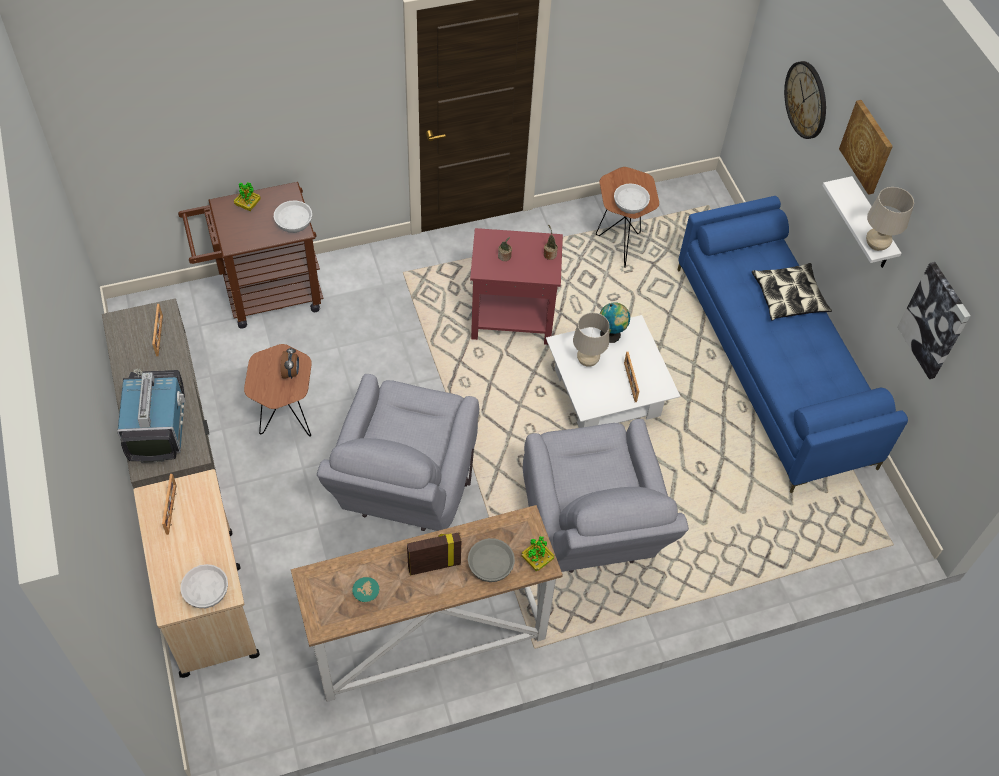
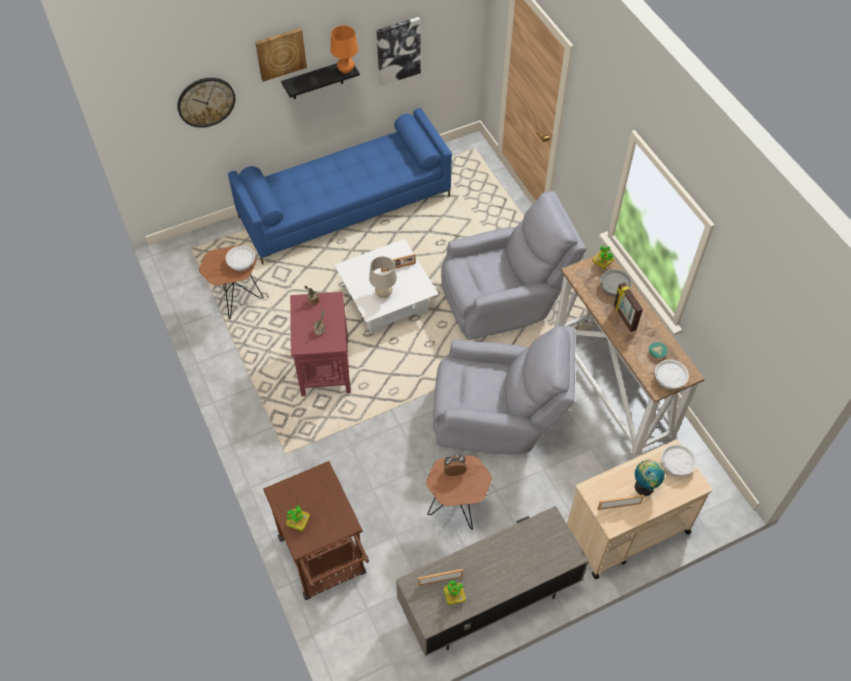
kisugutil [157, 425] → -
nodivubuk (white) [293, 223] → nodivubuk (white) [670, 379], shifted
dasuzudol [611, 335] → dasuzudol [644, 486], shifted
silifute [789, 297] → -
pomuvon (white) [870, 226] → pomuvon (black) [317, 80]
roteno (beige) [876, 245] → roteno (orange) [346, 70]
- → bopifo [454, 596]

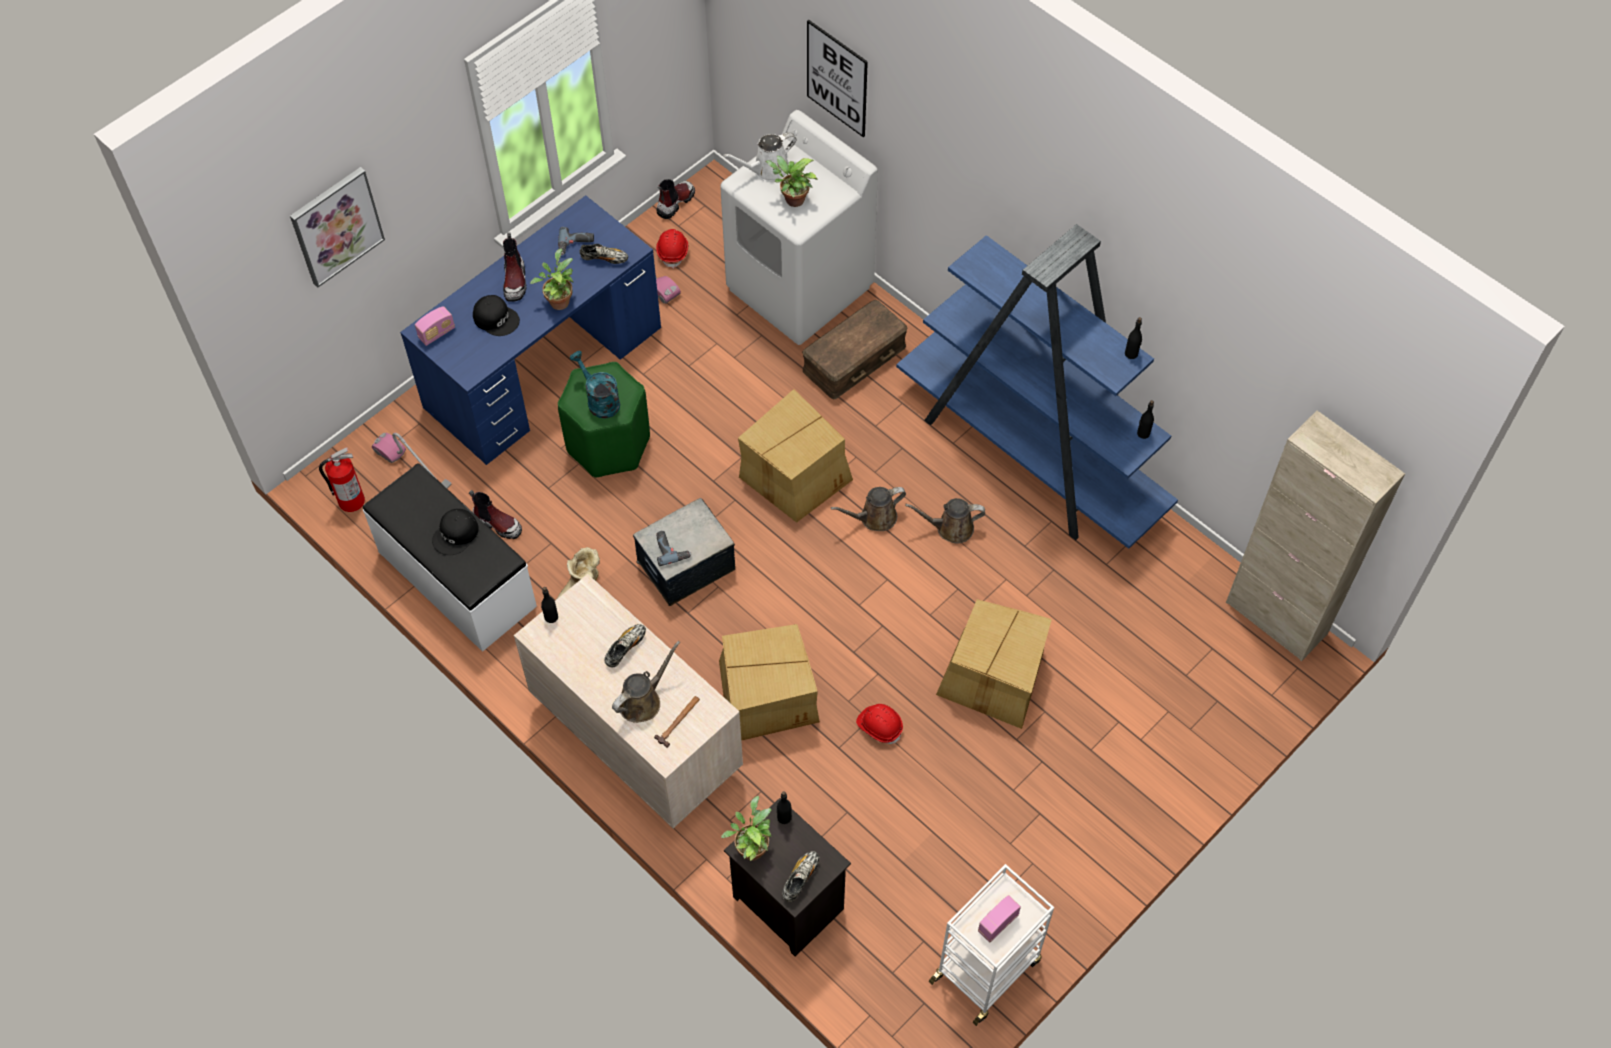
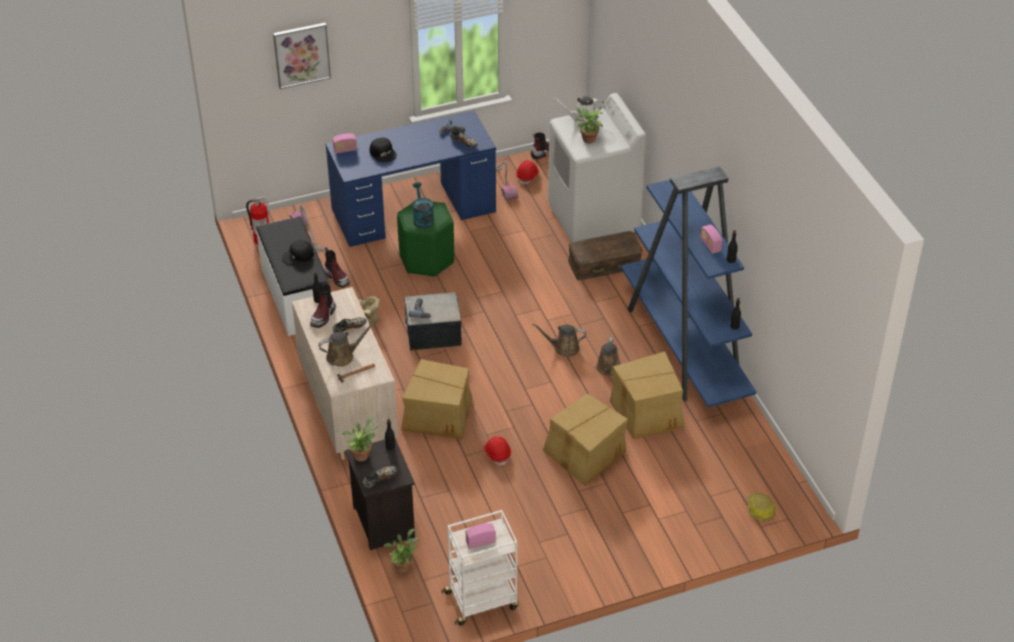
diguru [515, 281] → diguru [323, 316], shifted
bopifo [559, 300] → bopifo [402, 565], shifted
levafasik [795, 474] → levafasik [648, 411], shifted
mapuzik [837, 78] → -
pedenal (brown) [951, 528] → pedenal (brown) [608, 369], 105 degrees counterclockwise
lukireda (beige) [1276, 618] → -
- → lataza [710, 245]
- → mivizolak [760, 509]

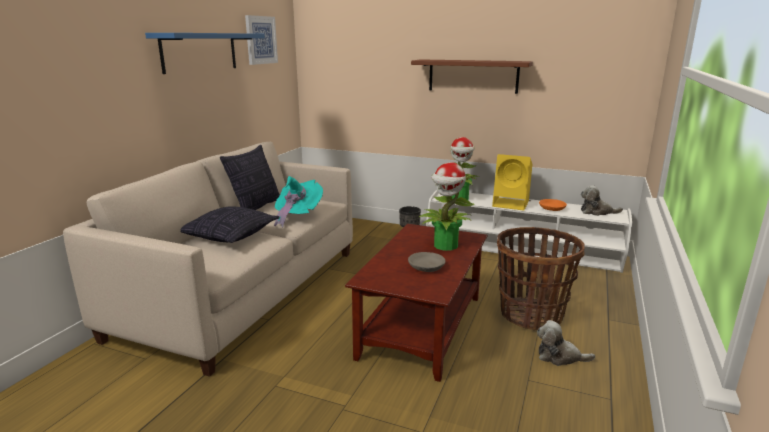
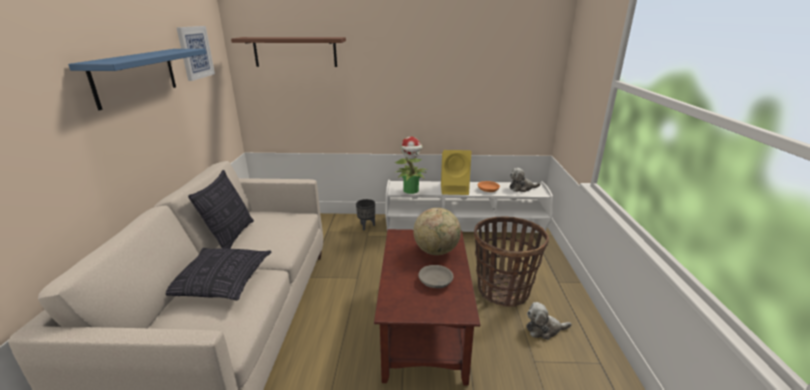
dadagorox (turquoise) [297, 216] → -
pomuvon (brown) [473, 76] → pomuvon (brown) [295, 52], shifted
bopifo [445, 246] → dasuzudol [436, 251]

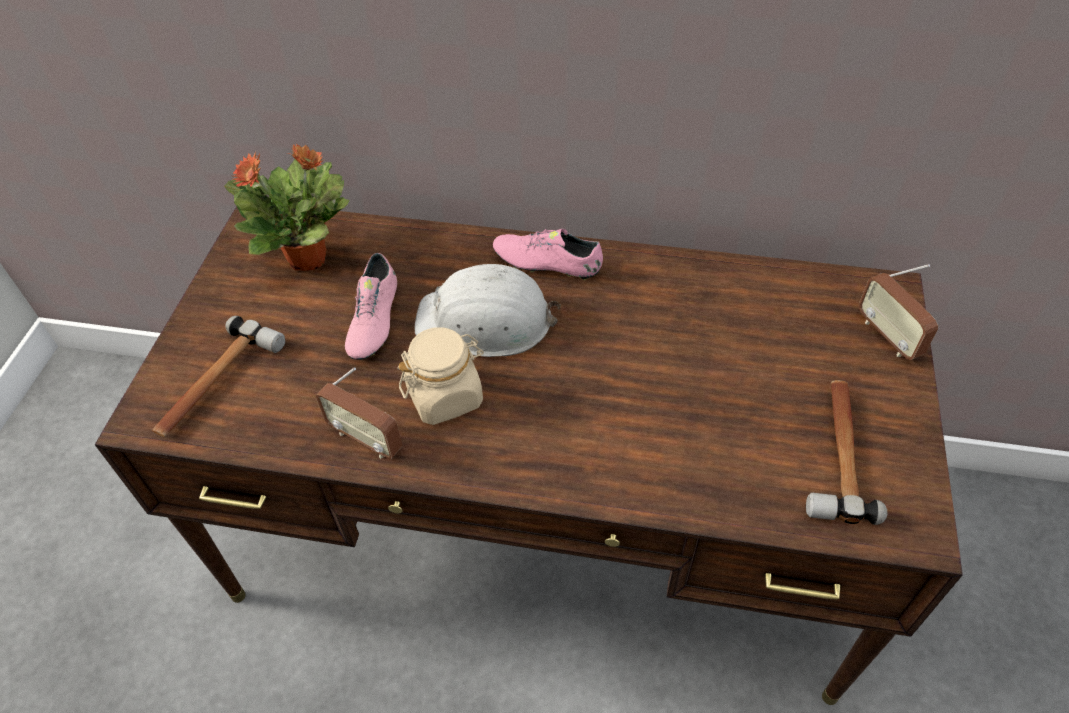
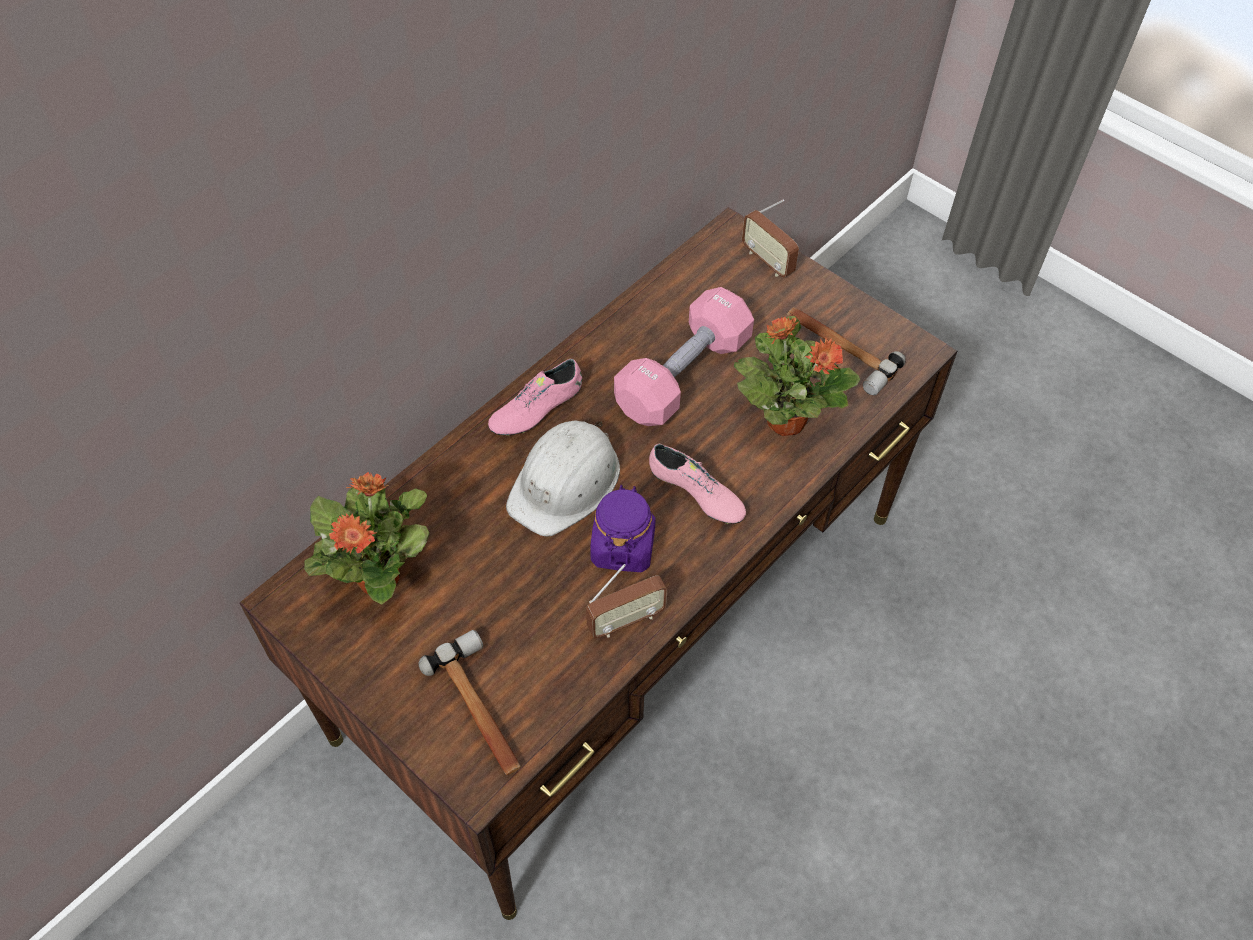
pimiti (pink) [374, 321] → pimiti (pink) [696, 494], shifted
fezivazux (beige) [445, 396] → fezivazux (purple) [623, 547]
lataza [888, 336] → lataza [767, 261], 45 degrees clockwise
- → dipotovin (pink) [683, 375]
- → bopifo [785, 420]

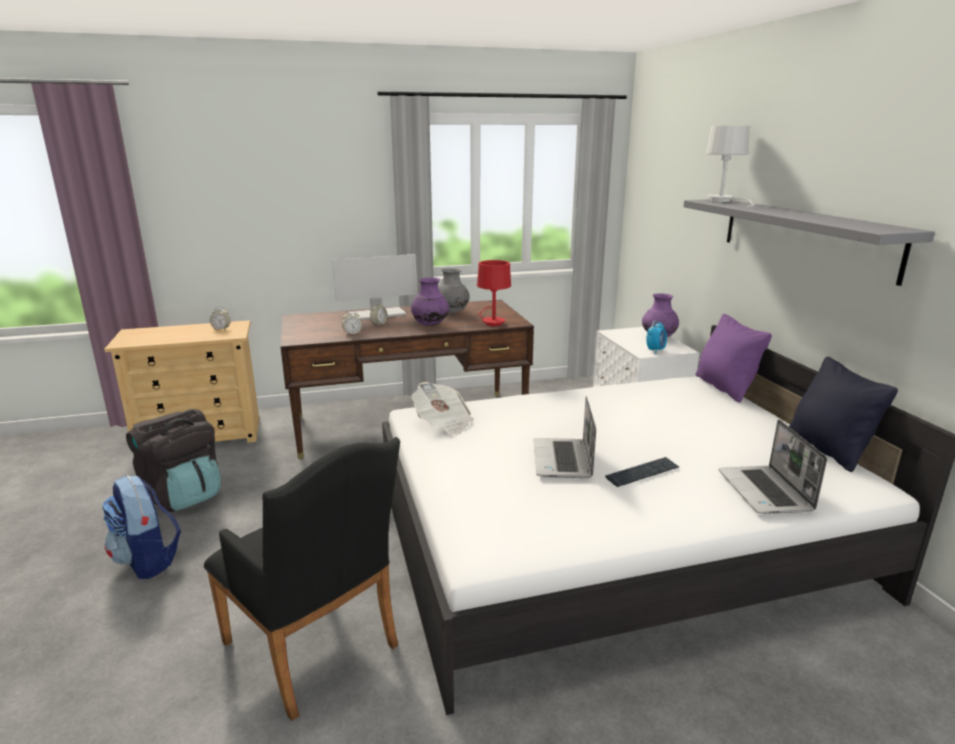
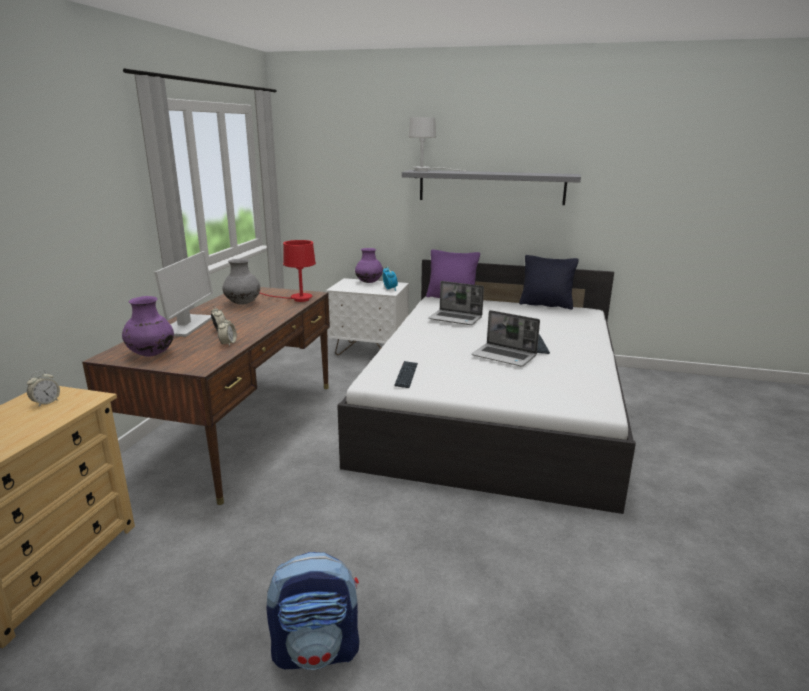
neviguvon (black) [183, 495] → -
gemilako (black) [316, 650] → -
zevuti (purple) [430, 324] → zevuti (purple) [151, 354], shifted
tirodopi [443, 423] → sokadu [406, 375]
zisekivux [766, 492] → zisekivux [456, 318], shifted

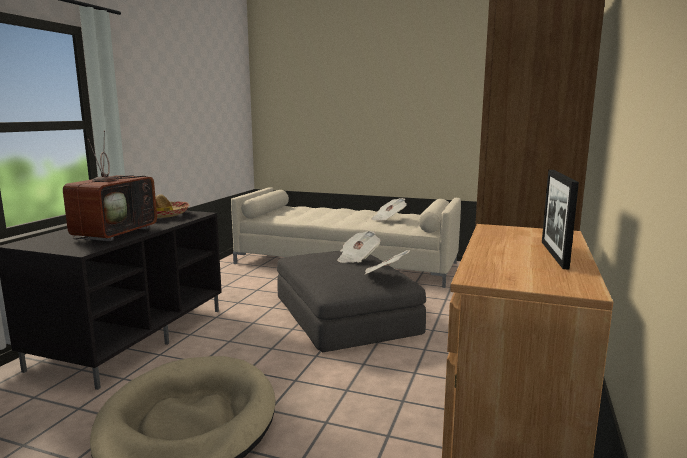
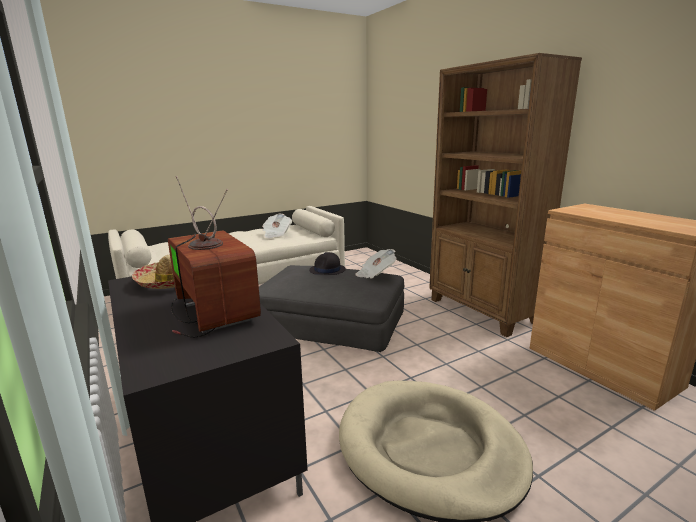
tirodopi [357, 258] → dadagorox (black) [327, 270]
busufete [554, 254] → -

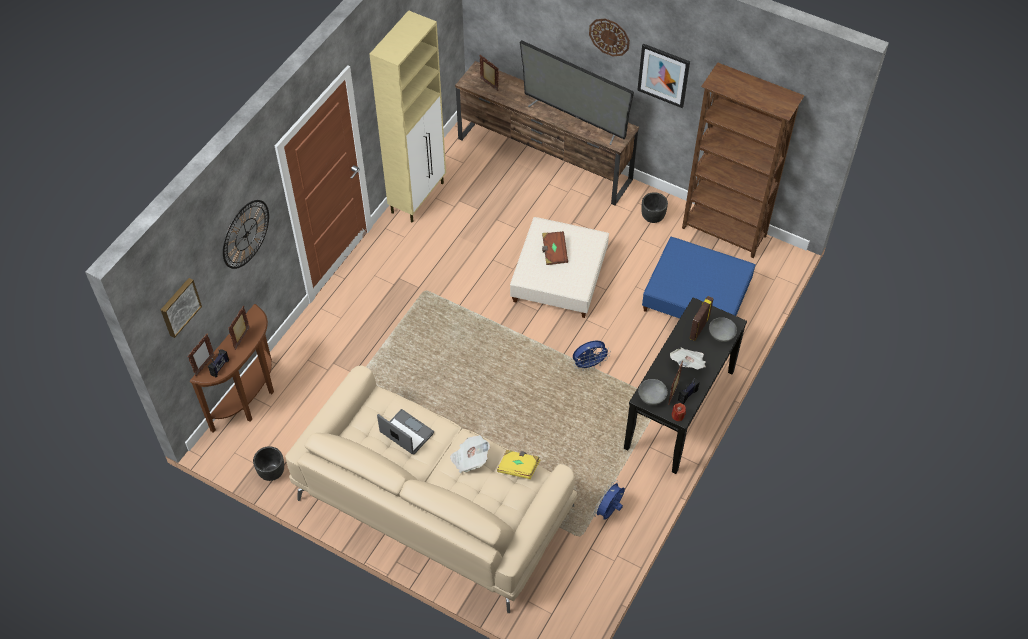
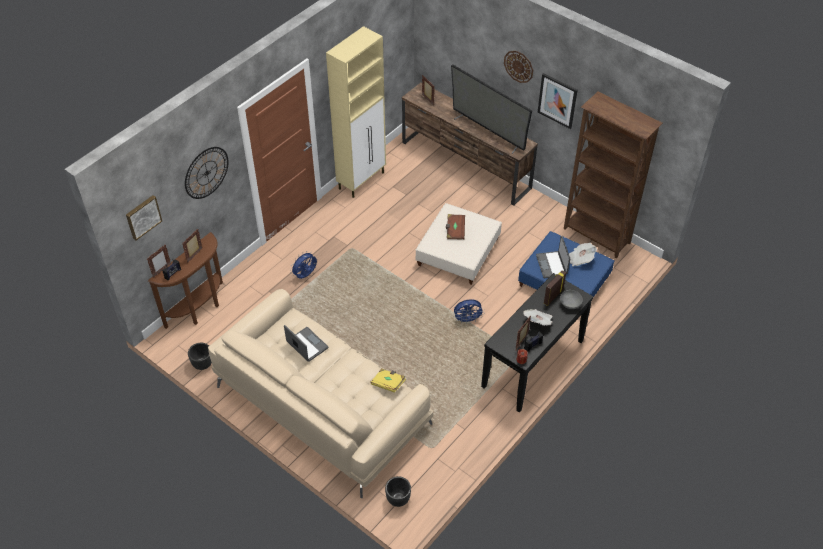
tirodopi [469, 459] → tirodopi [580, 259], shifted
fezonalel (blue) [609, 511] → fezonalel (blue) [305, 275], shifted
nodivubuk (grey) [652, 397] → -
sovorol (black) [652, 217] → sovorol (black) [398, 499], shifted
- → zisekivux [552, 265]

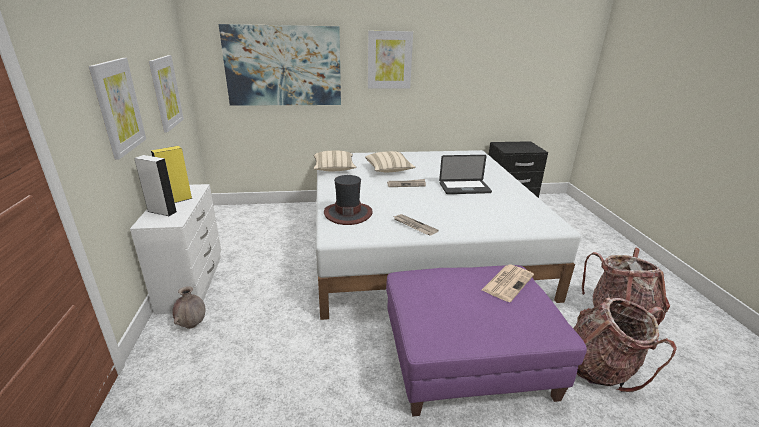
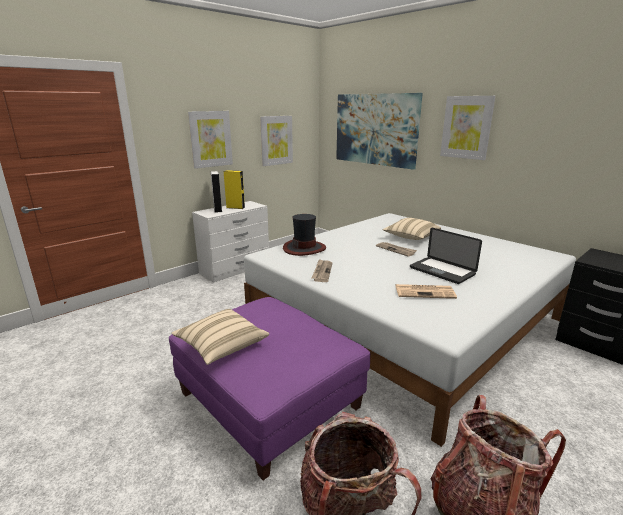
zevuti (brown) [192, 324] → -
silifute (beige) [334, 169] → silifute (beige) [221, 346], shifted
tirodopi [507, 282] → tirodopi [425, 292], shifted

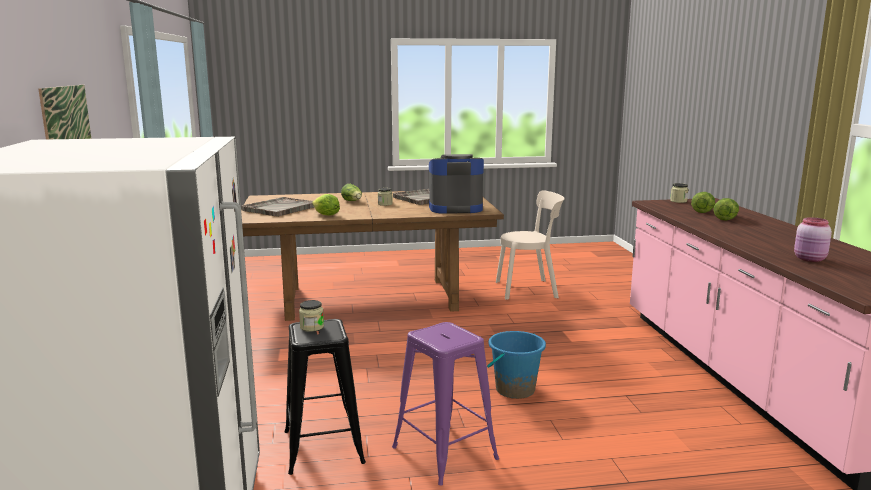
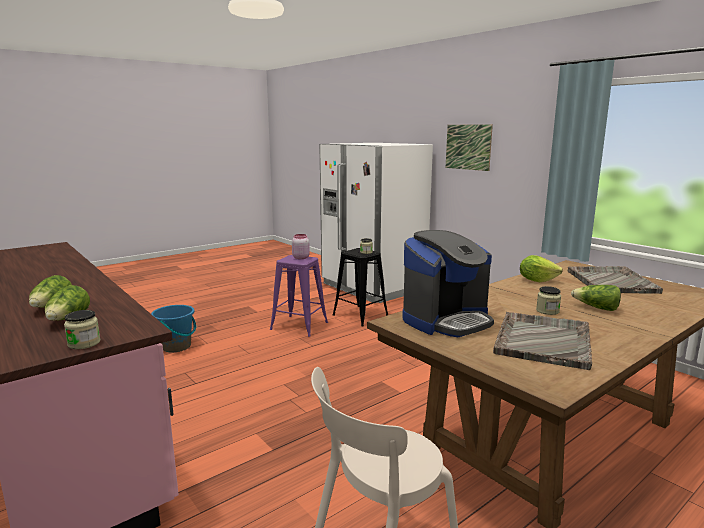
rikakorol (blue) [515, 389] → rikakorol (blue) [176, 346], shifted
fezivazux (pink) [810, 259] → fezivazux (pink) [300, 257], shifted

